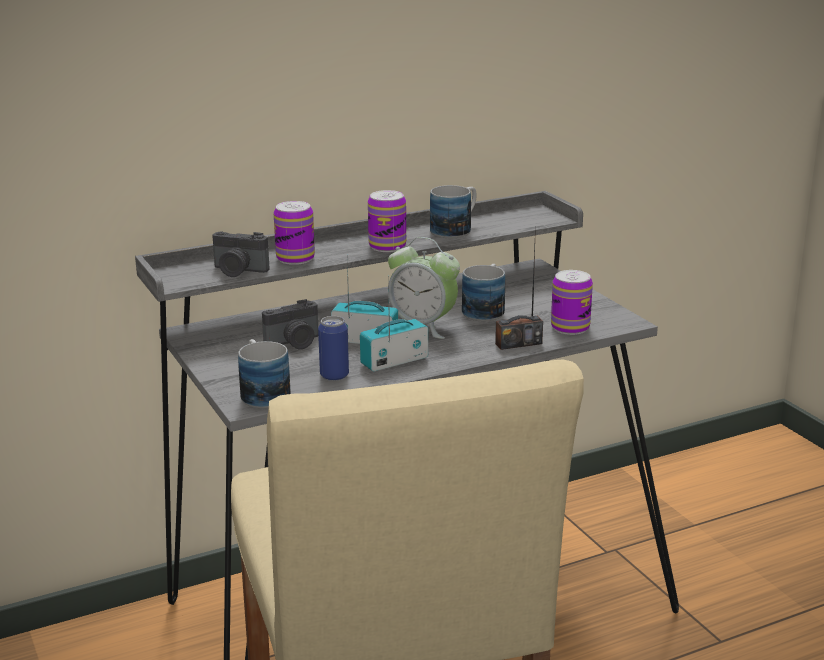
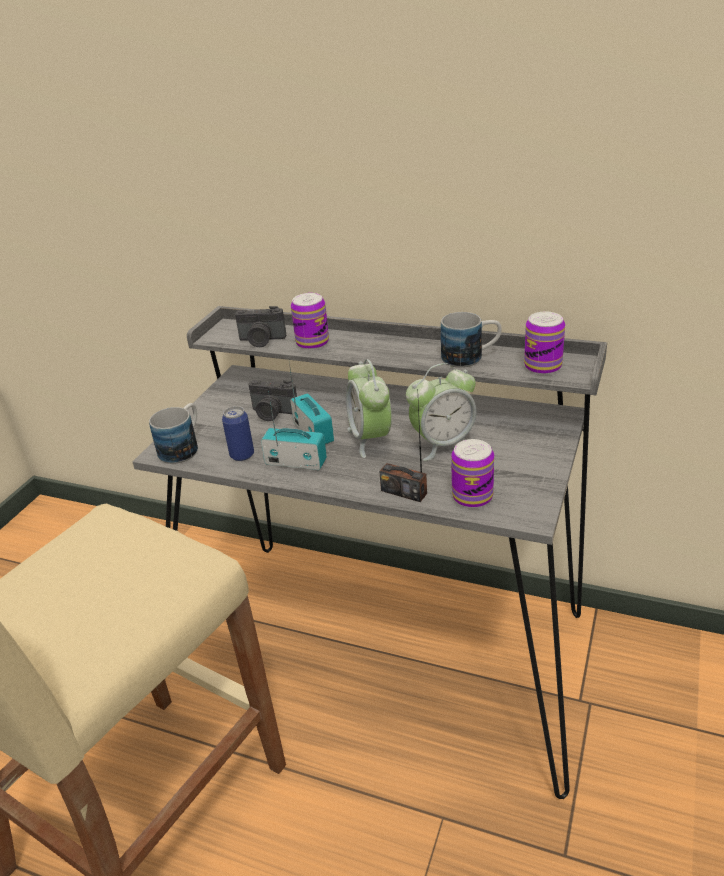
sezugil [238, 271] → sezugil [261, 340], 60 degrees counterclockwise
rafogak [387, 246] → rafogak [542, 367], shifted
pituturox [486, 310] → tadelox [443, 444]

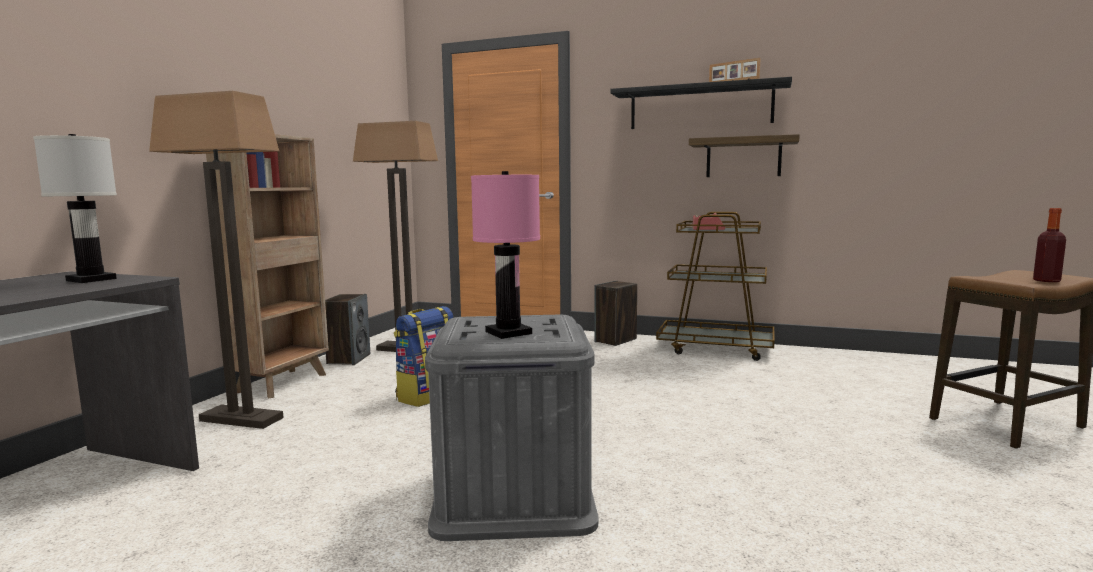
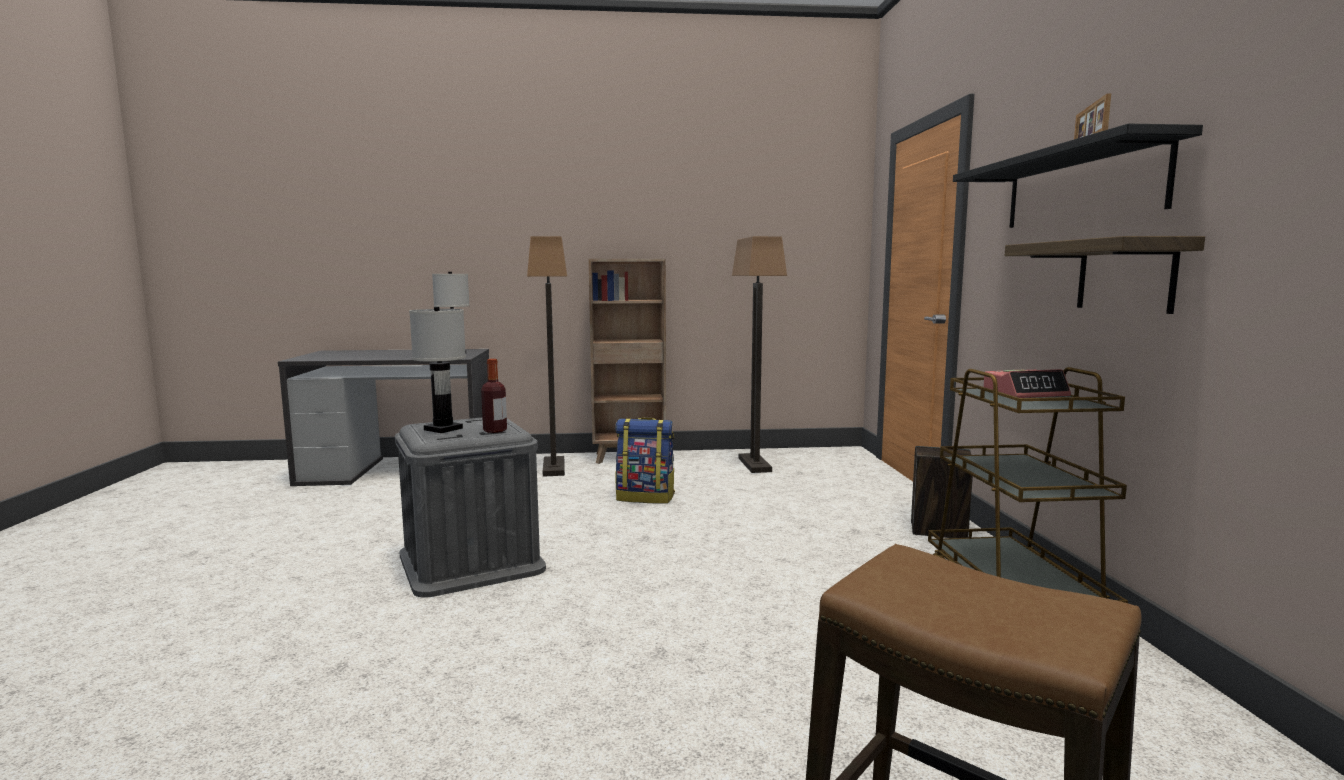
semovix [348, 359] → -
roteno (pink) [508, 333] → roteno (white) [442, 429]
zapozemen [1046, 280] → zapozemen [495, 430], shifted

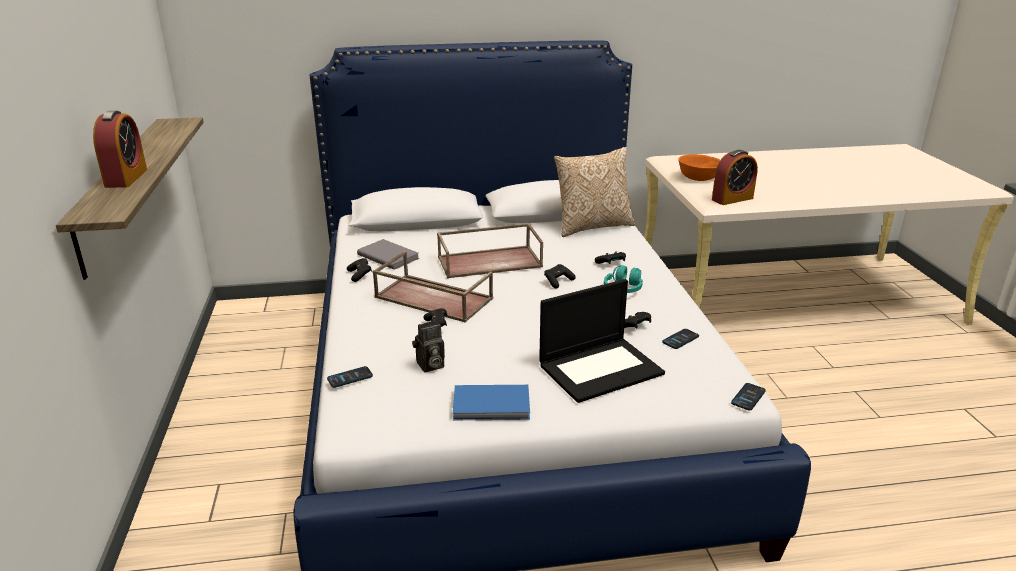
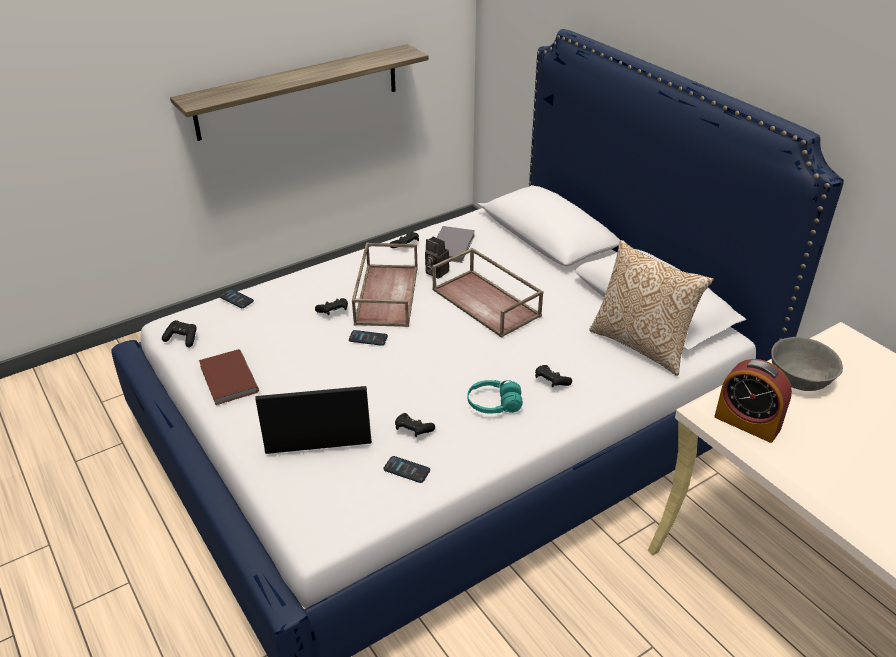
tadelox [126, 178] → -
sezugil [429, 366] → sezugil [435, 272], shifted
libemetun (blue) [492, 406] → libemetun (brown) [227, 380]
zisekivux [601, 368] → zisekivux [316, 426], 135 degrees clockwise
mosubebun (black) [558, 281] → mosubebun (black) [182, 339], shifted
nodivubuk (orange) [698, 178] → nodivubuk (grey) [800, 379]
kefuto [748, 397] → kefuto [368, 338], shifted

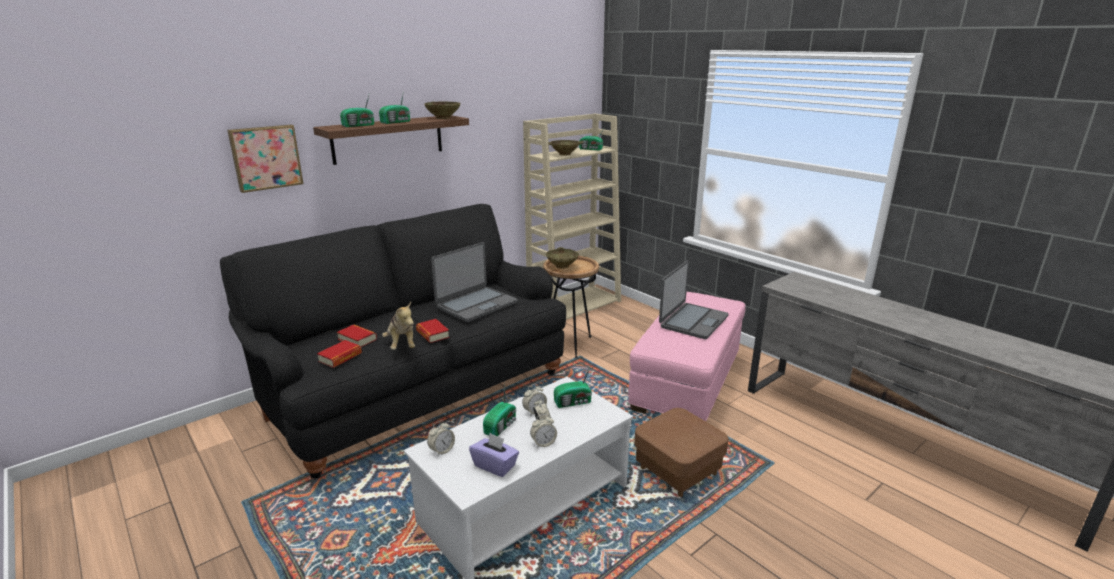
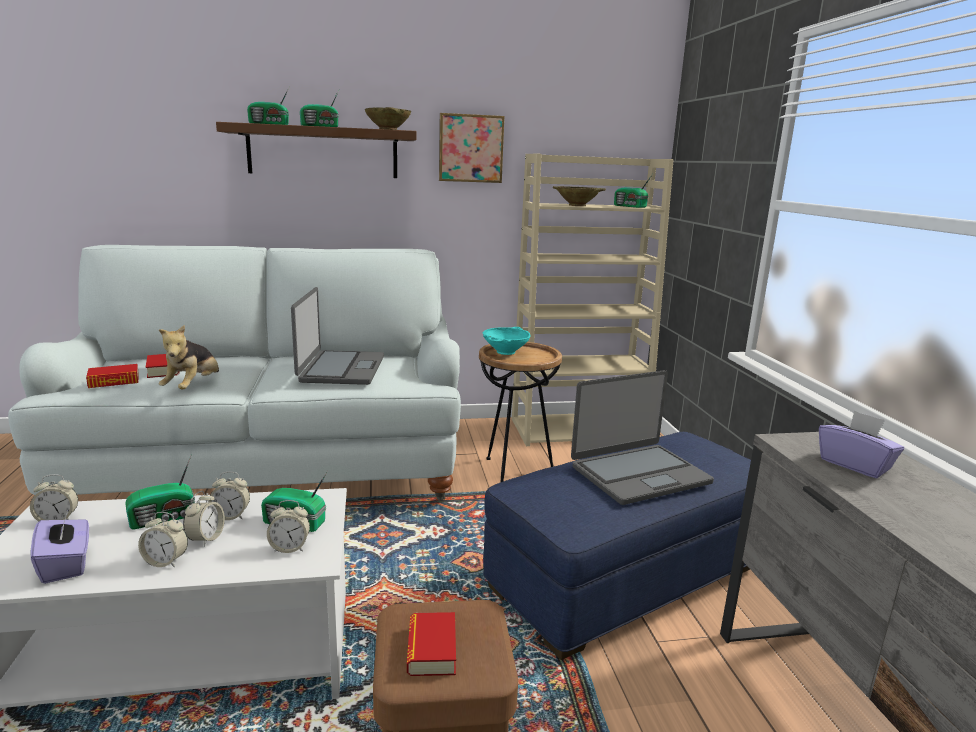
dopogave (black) [415, 391] → dopogave (white) [273, 468]
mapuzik [265, 157] → mapuzik [470, 148], shifted
libemetun [432, 334] → libemetun [431, 650], shifted
zisekivux [476, 305] → zisekivux [341, 369], 75 degrees counterclockwise
nodivubuk (beige) [562, 266] → nodivubuk (turquoise) [505, 352]
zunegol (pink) [686, 380] → zunegol (blue) [626, 577]
- → tadelox [290, 548]
- → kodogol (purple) [854, 465]

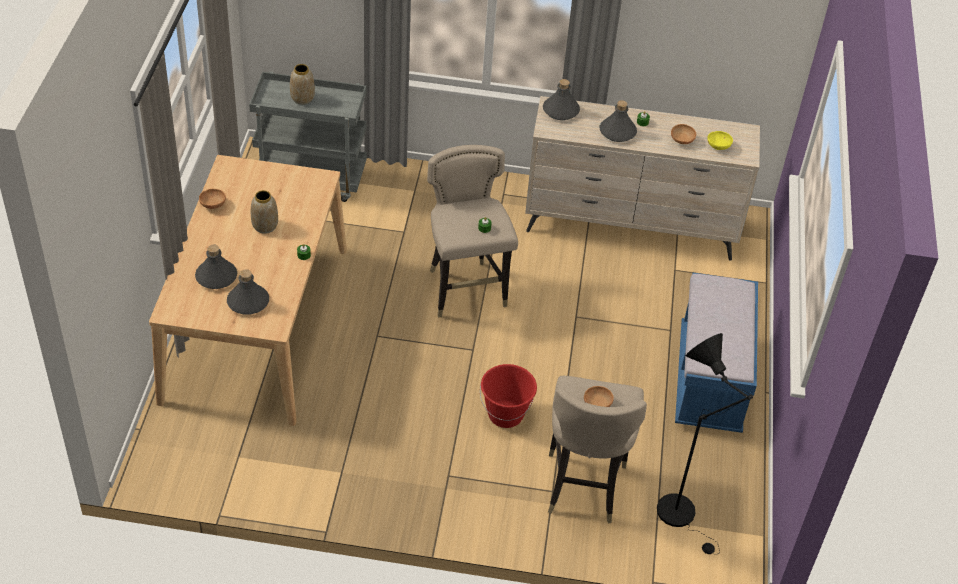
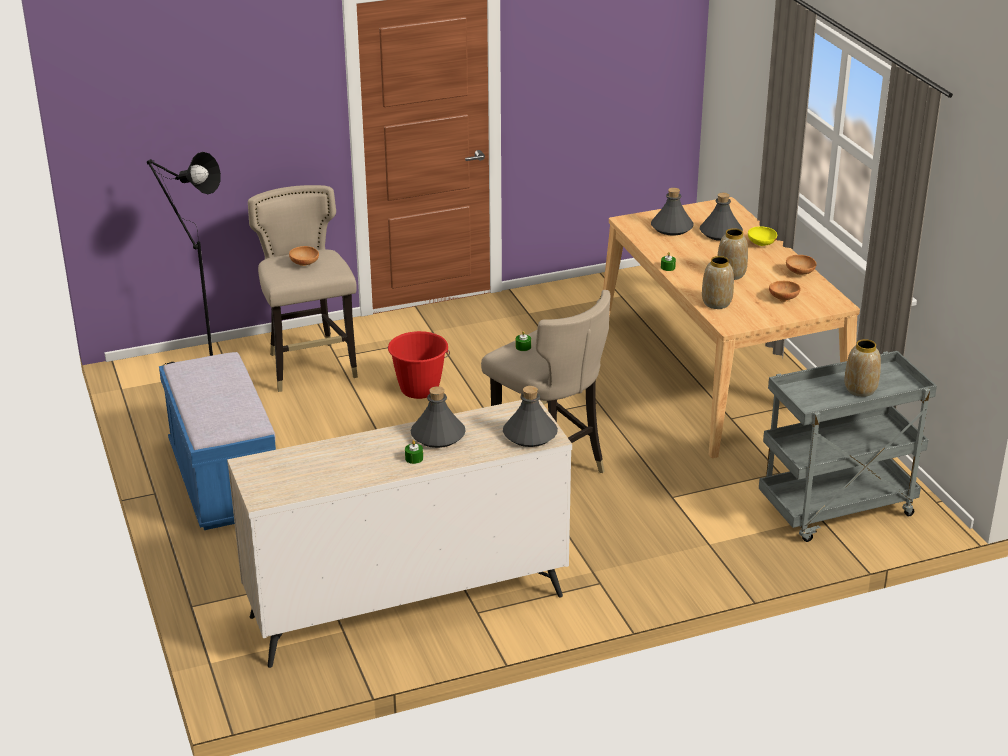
nodivubuk (brown) [681, 141] → nodivubuk (brown) [783, 298], shifted
nodivubuk (yellow) [718, 146] → nodivubuk (yellow) [761, 244], shifted
- → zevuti [717, 303]

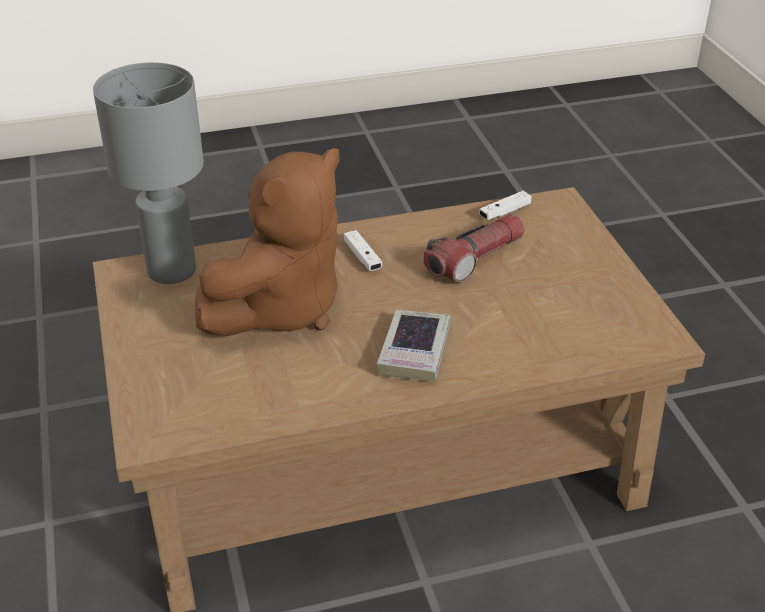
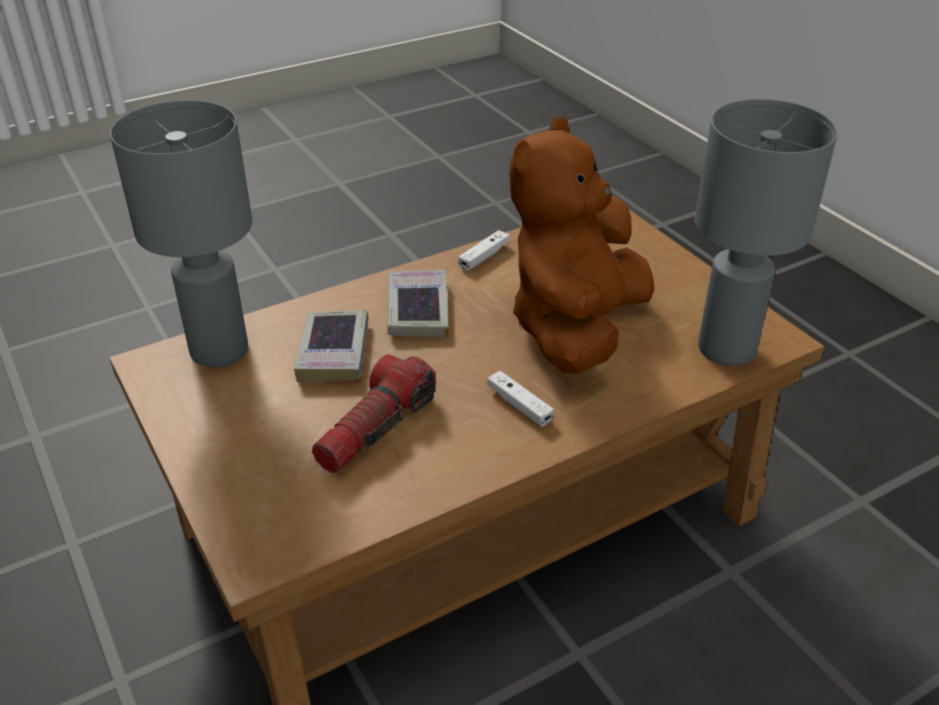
mosubebun (white) [505, 212] → mosubebun (white) [484, 256], shifted
- → roteno (grey) [221, 351]
- → libemetun [334, 352]

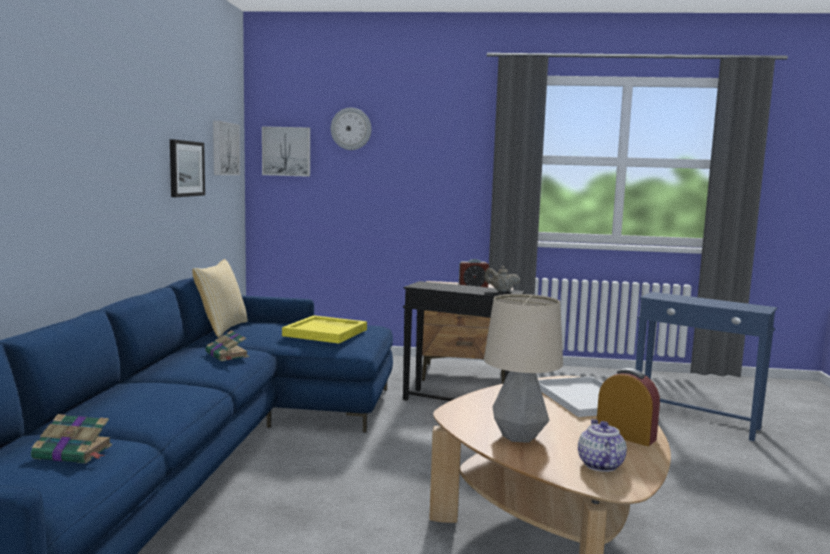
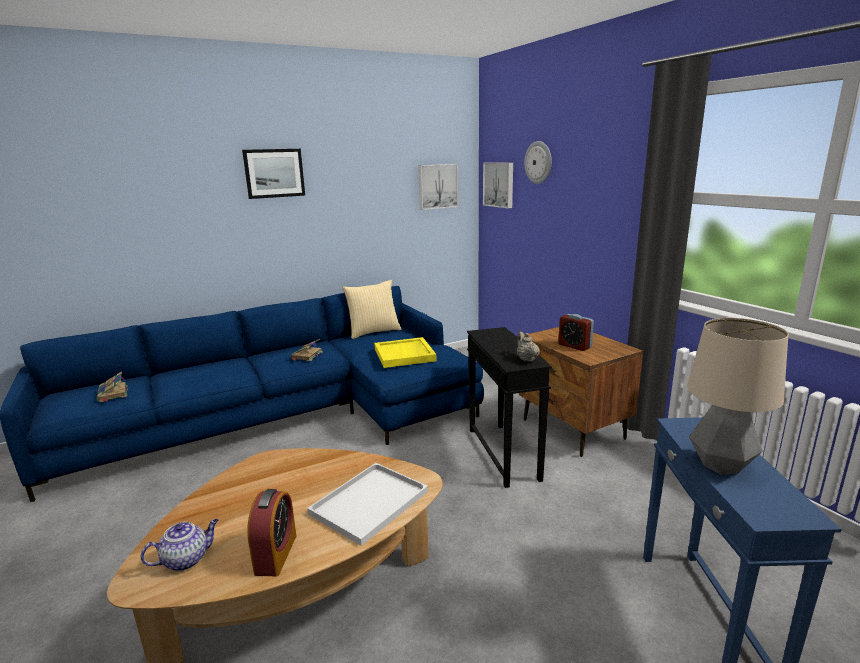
mapuzik [186, 168] → mapuzik [274, 173], shifted
roteno [518, 436] → roteno [720, 465], shifted

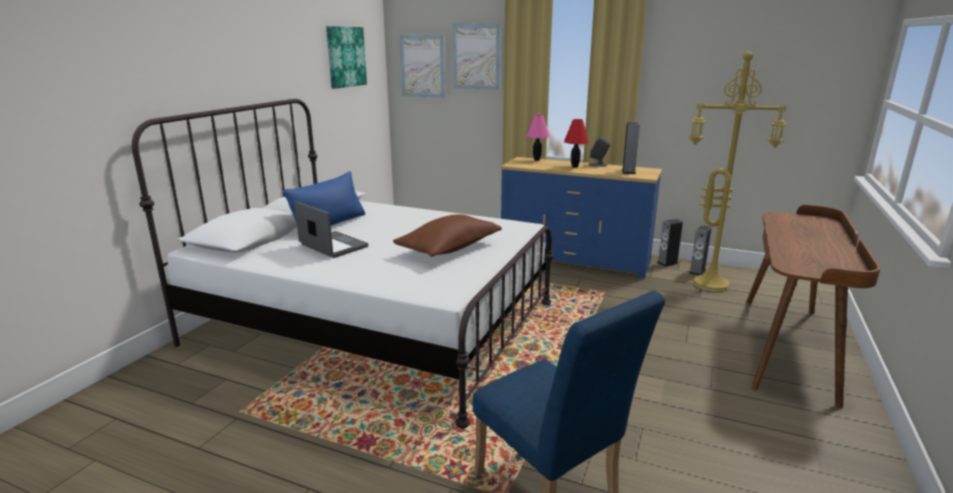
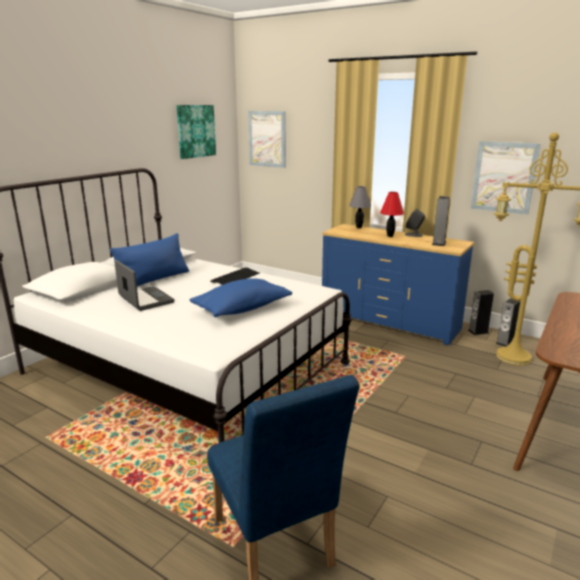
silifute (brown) [449, 249] → silifute (blue) [242, 309]
mapuzik [476, 56] → mapuzik [504, 177], shifted
roteno (pink) [536, 160] → roteno (grey) [358, 227]
- → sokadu [235, 277]

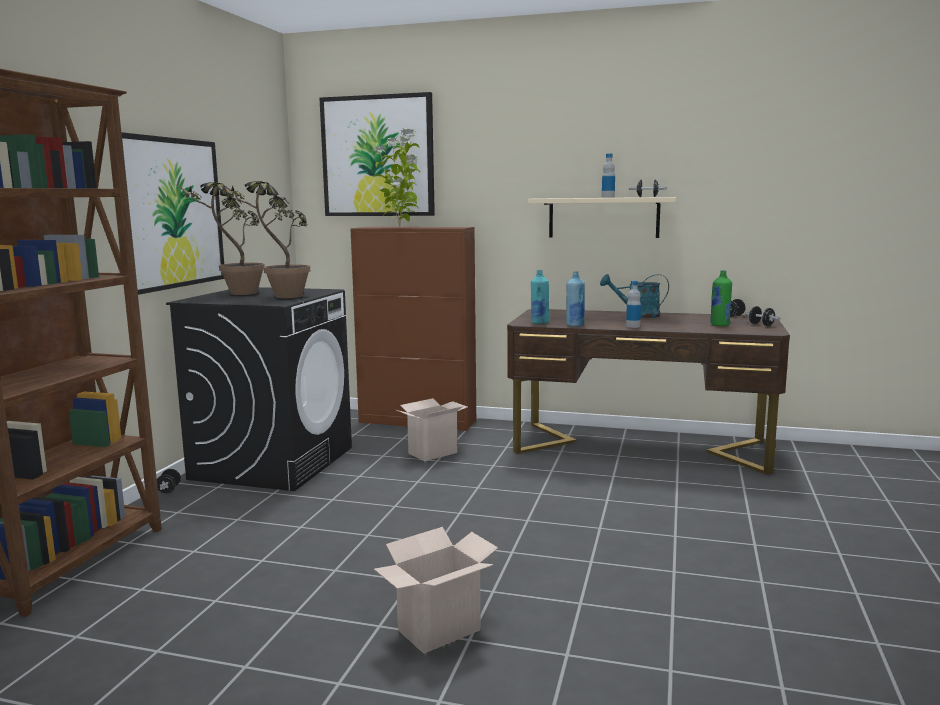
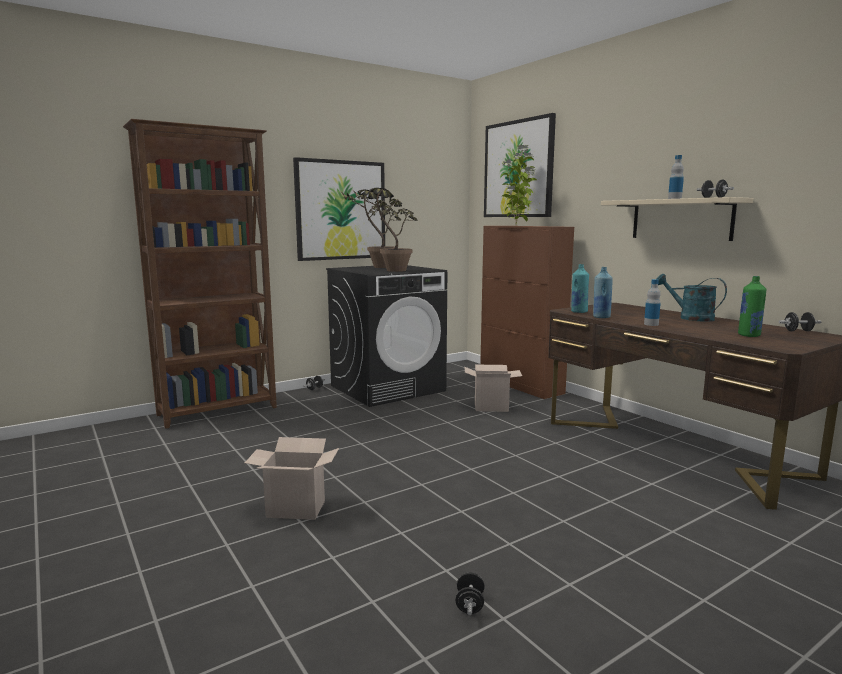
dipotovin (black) [761, 325] → dipotovin (black) [469, 605], shifted

